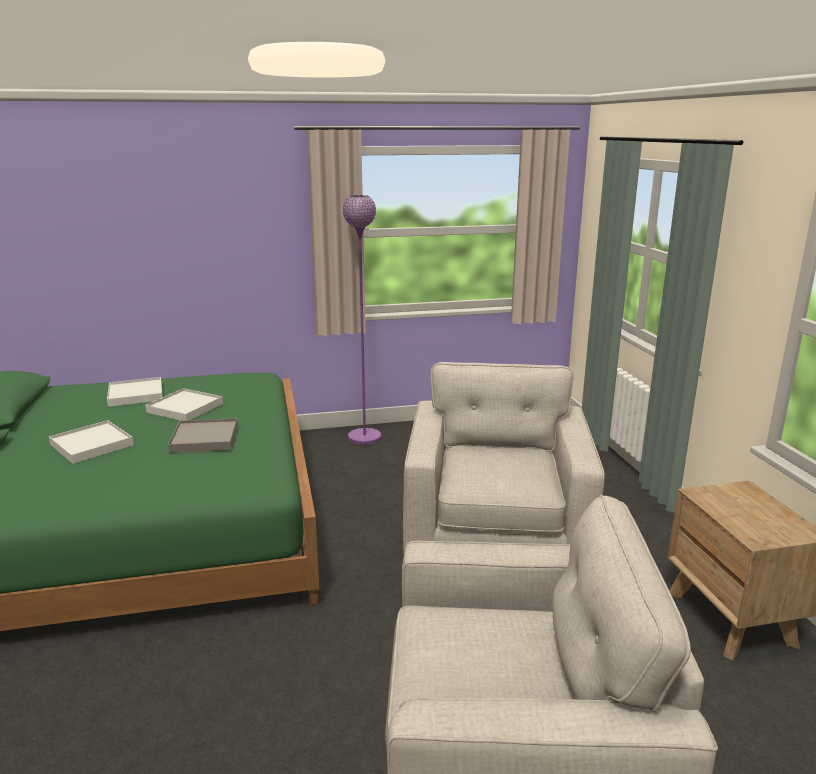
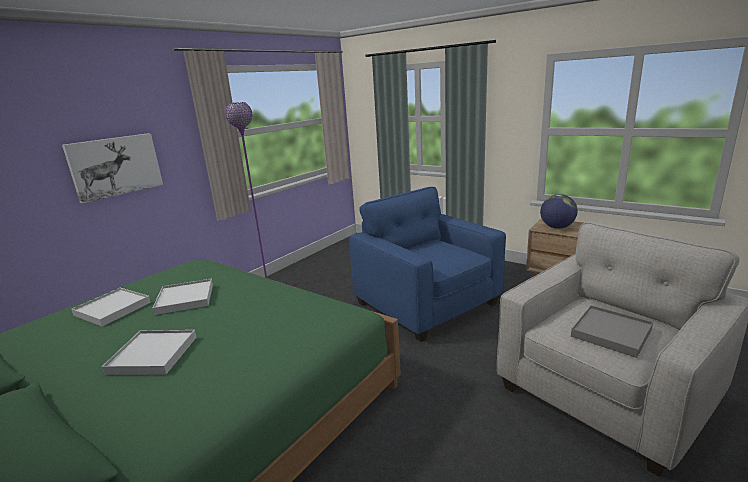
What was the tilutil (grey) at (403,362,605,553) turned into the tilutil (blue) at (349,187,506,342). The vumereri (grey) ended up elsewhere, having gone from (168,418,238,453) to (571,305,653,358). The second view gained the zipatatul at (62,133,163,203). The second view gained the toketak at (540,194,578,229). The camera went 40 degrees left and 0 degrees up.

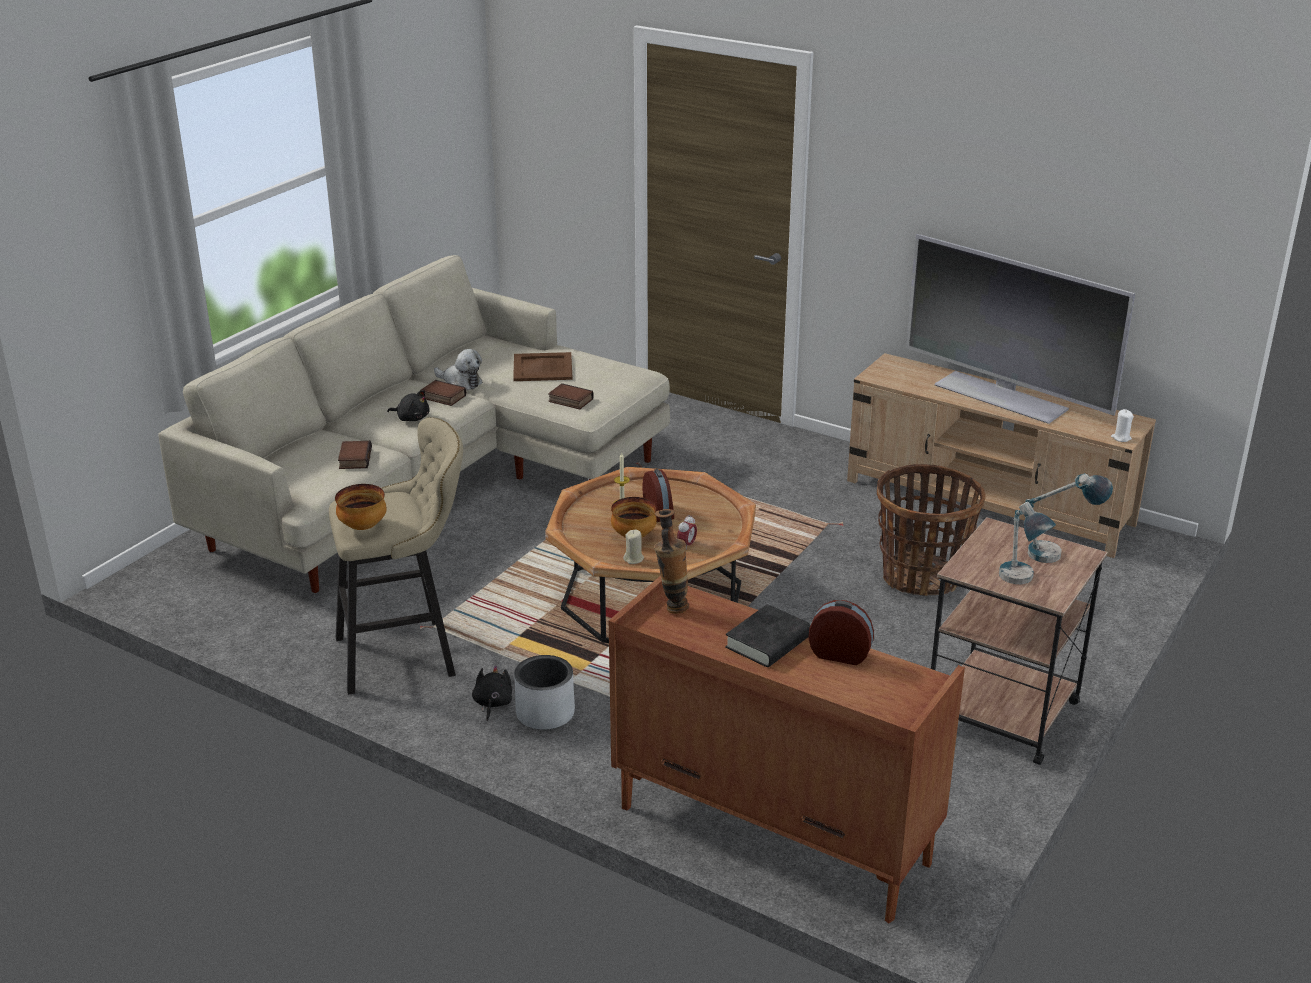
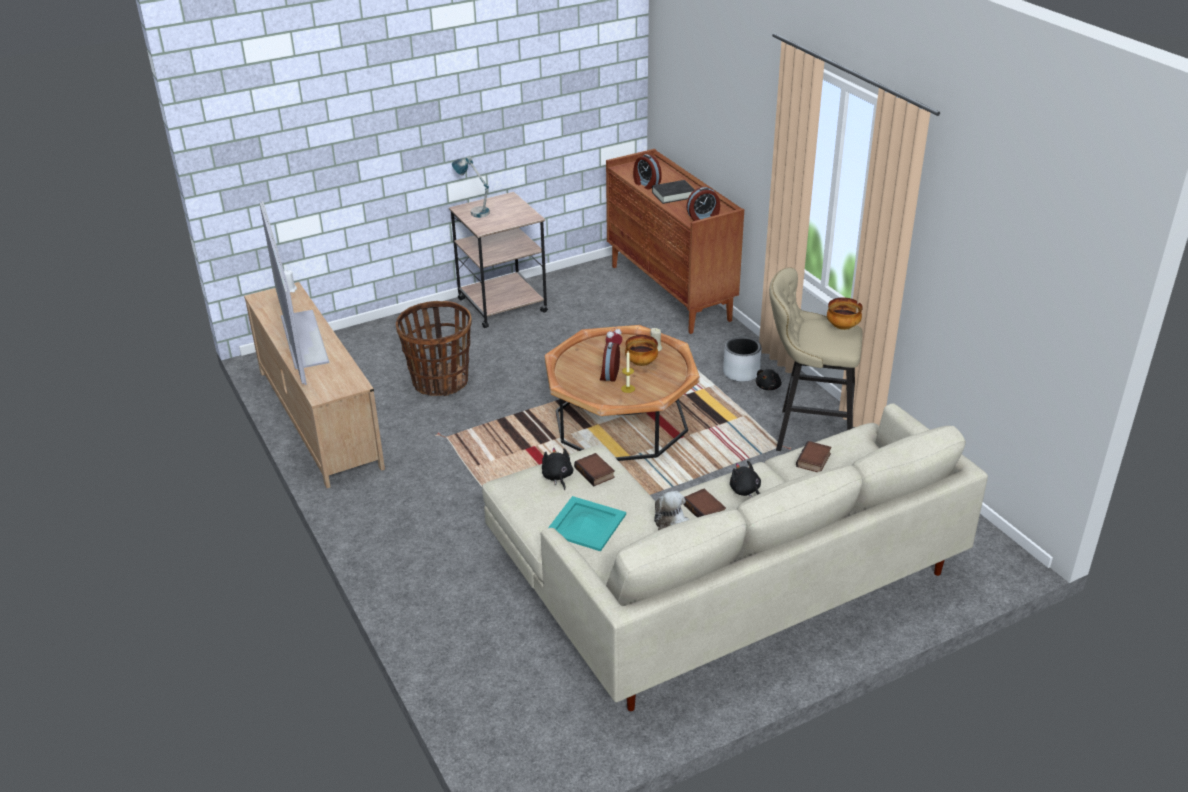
What was the vumereri (brown) at (513,352,573,381) turned into the vumereri (turquoise) at (548,496,626,551). The second view lost the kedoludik at (999,502,1056,584). Where the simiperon stood at (654,509,689,614), the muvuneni came to stand at (687,187,720,221). The second view gained the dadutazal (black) at (542,447,573,490). The camera went 150 degrees left and 5 degrees up.

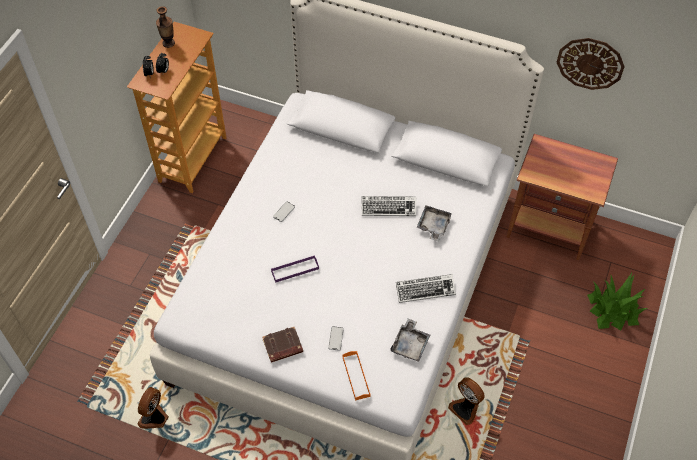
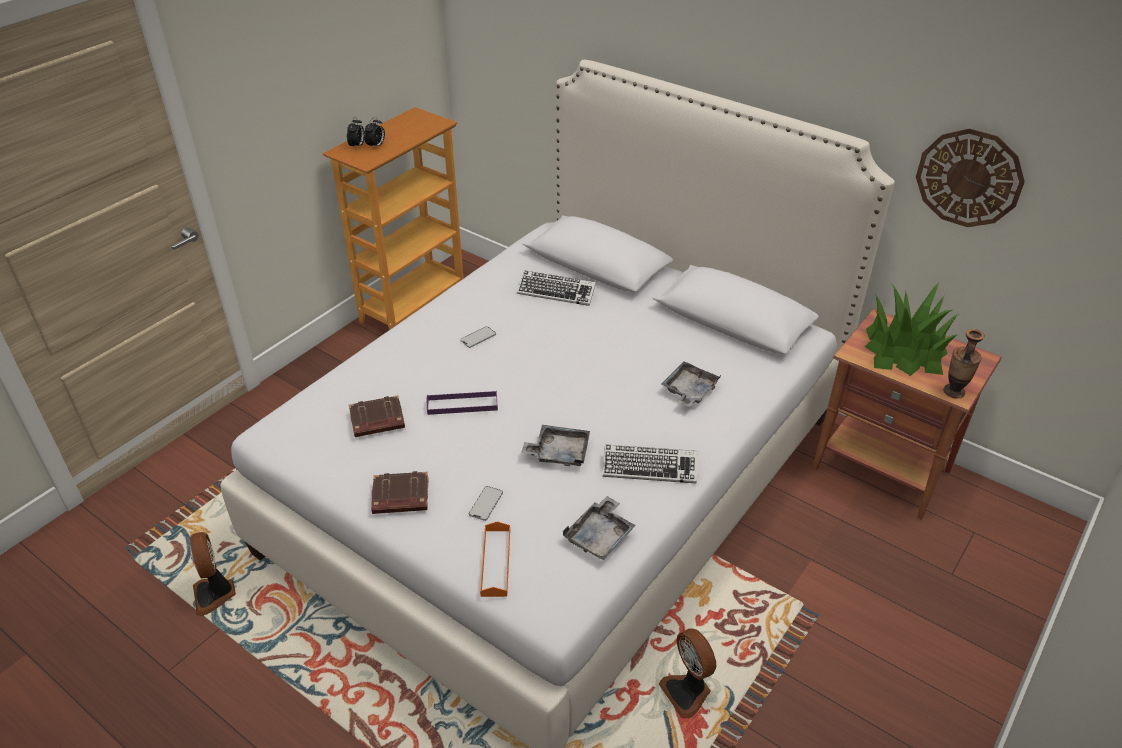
The simiperon ended up elsewhere, having gone from (156,6,175,48) to (943,329,985,399). The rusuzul ended up elsewhere, having gone from (362,196,416,216) to (517,271,596,306). The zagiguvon ended up elsewhere, having gone from (587,273,648,330) to (865,282,958,376). The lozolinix at (137,387,169,429) ended up facing another way, 60 degrees counterclockwise from before. The second view gained the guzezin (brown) at (349,395,405,437). The second view gained the vumereri (grey) at (521,425,590,466). The camera went 15 degrees right and 15 degrees down.

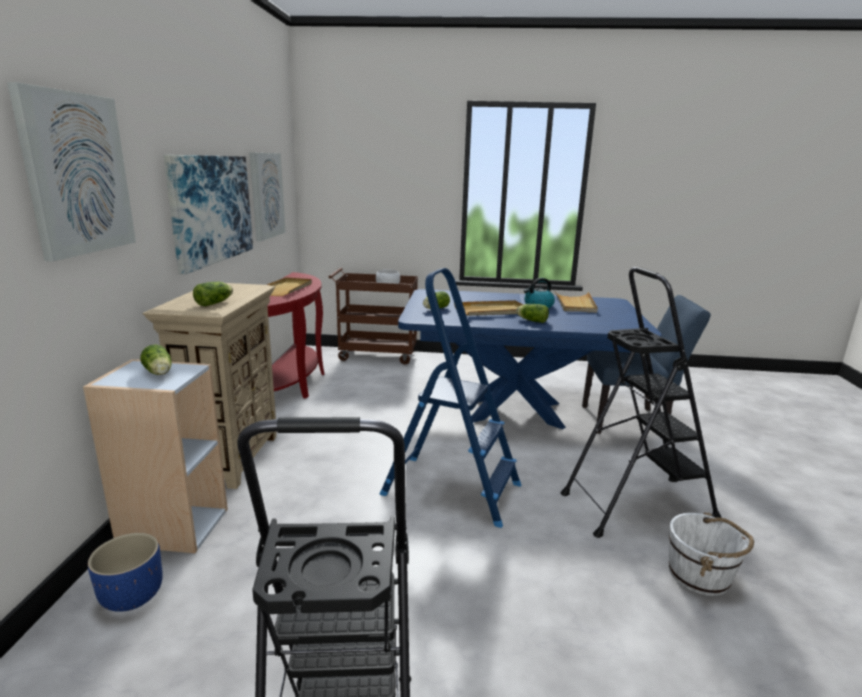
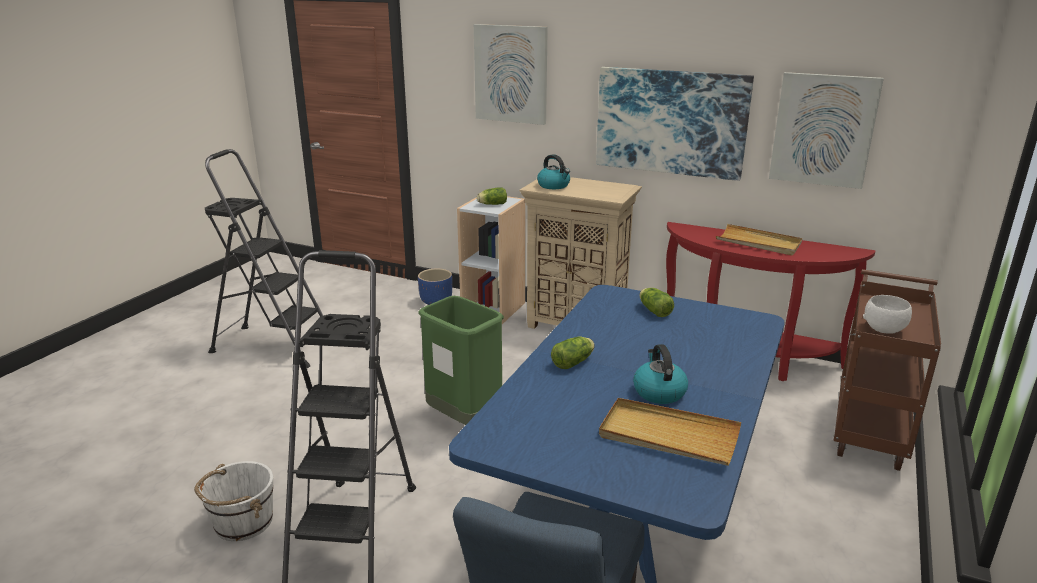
Where the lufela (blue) stood at (380,268,521,528), the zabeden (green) came to stand at (418,296,504,425). Where the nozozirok stood at (193,282,233,306), the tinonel came to stand at (537,154,570,189). The second view lost the vumereri (beige) at (454,300,523,316). The camera went 110 degrees right and 5 degrees up.

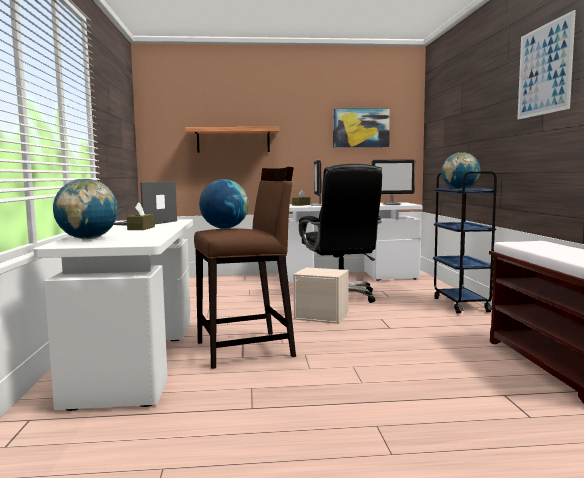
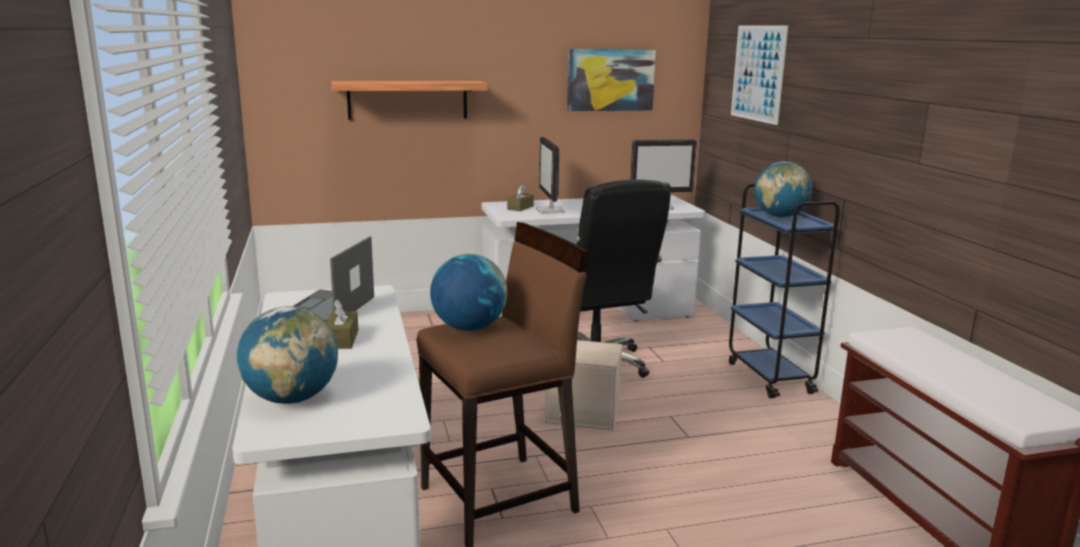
The zipatatul ended up elsewhere, having gone from (517,10,576,120) to (731,25,788,125). The camera went 10 degrees left and 10 degrees up.

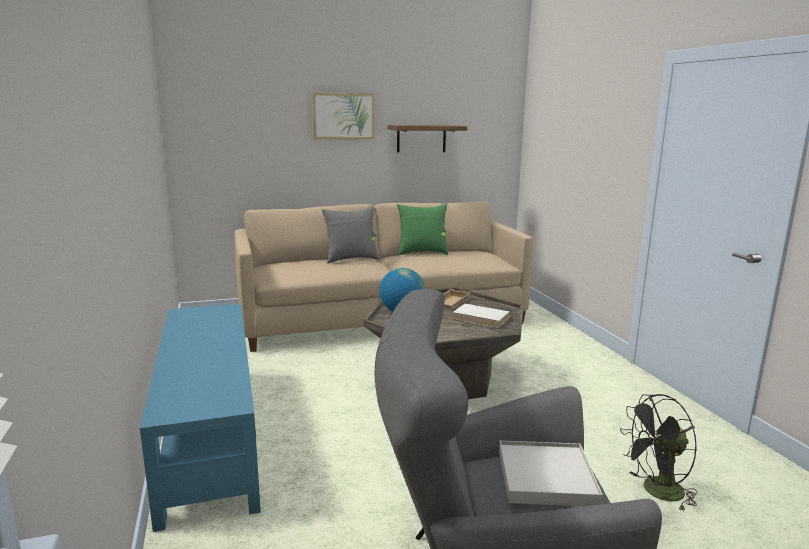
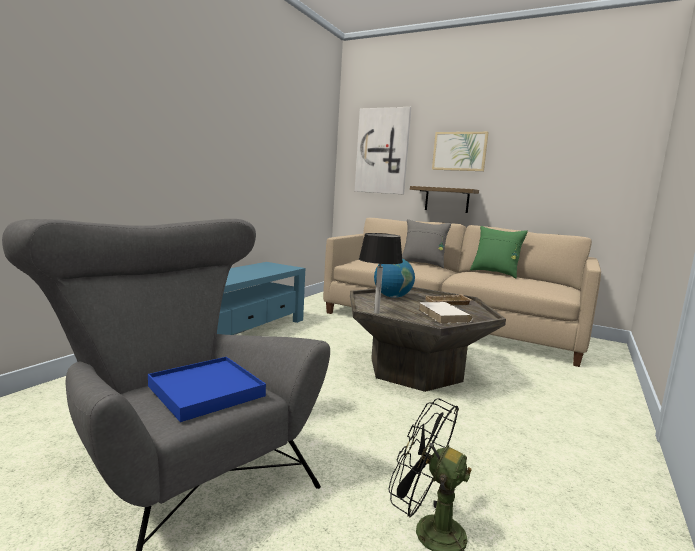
The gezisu ended up elsewhere, having gone from (388,125,467,153) to (410,186,479,213). What was the vumereri (white) at (499,441,603,506) turned into the vumereri (blue) at (148,357,266,422). The second view gained the zipatatul at (355,107,411,194). The second view gained the kedoludik (black) at (359,233,403,314). The camera went 45 degrees right and 5 degrees down.

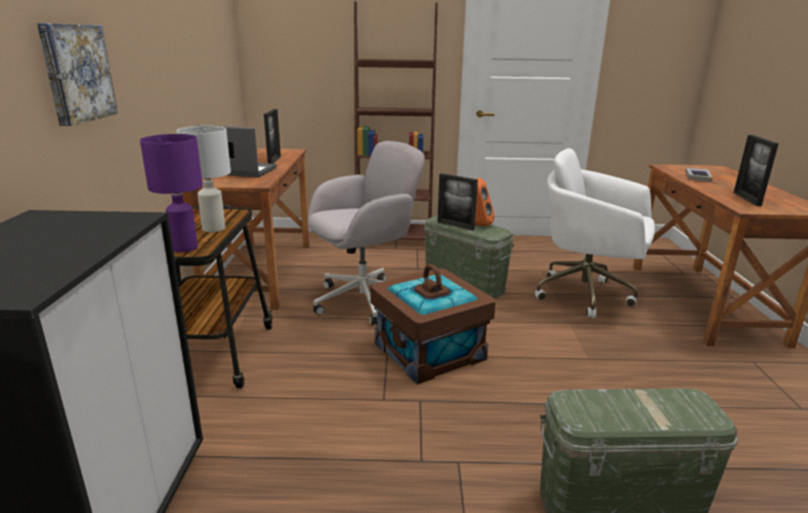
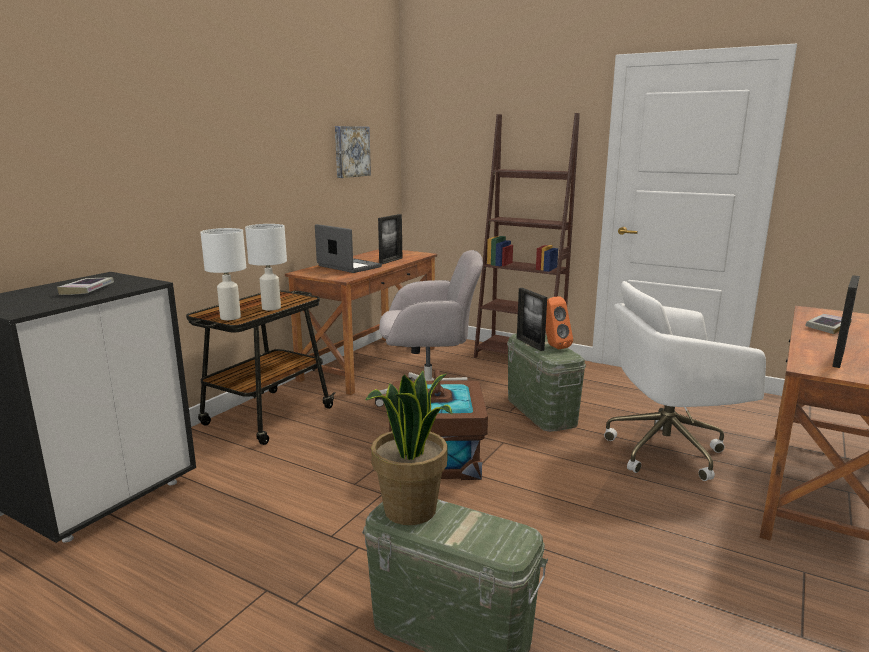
The zipatatul ended up elsewhere, having gone from (37,23,118,126) to (335,126,371,178). What was the kedoludik (purple) at (140,134,203,252) turned into the kedoludik (white) at (200,228,246,320). The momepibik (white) at (535,148,655,318) ended up facing another way, 60 degrees counterclockwise from before. The second view gained the guzezin at (57,277,114,295). The second view gained the zagiguvon at (365,371,453,525). The camera went 30 degrees right and 5 degrees down.

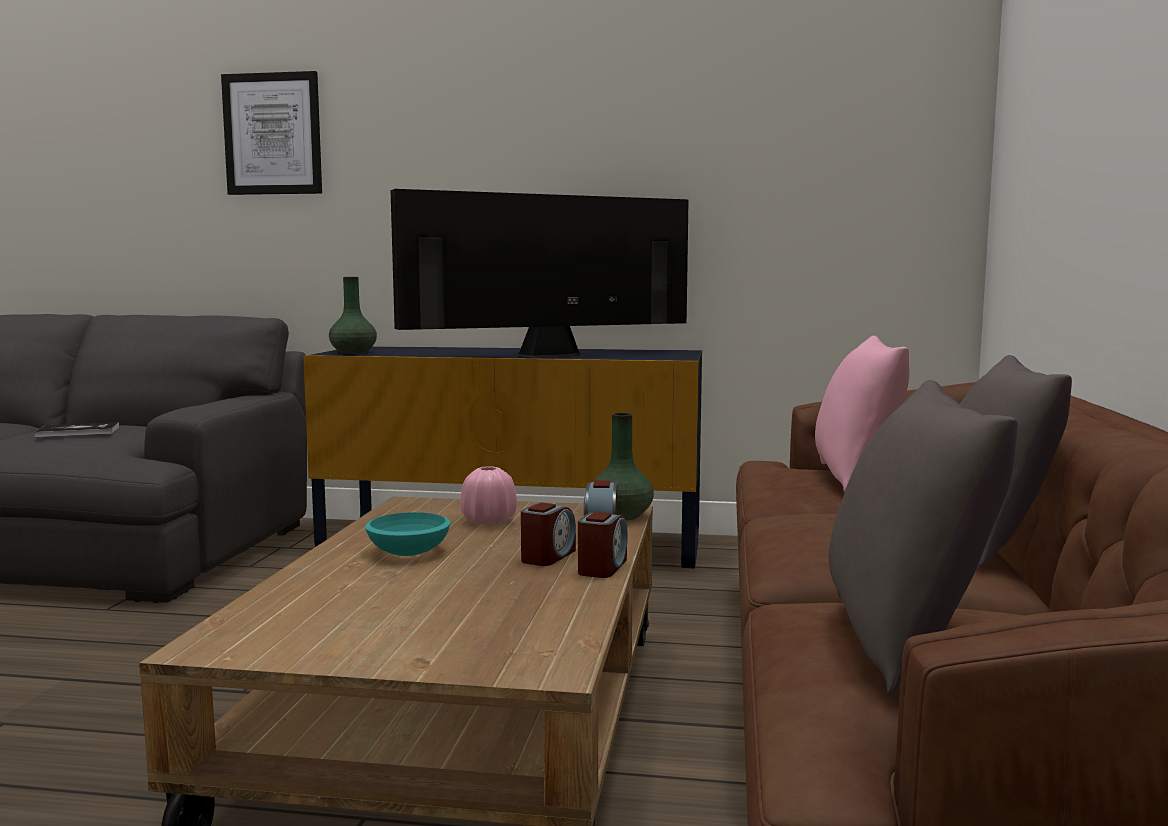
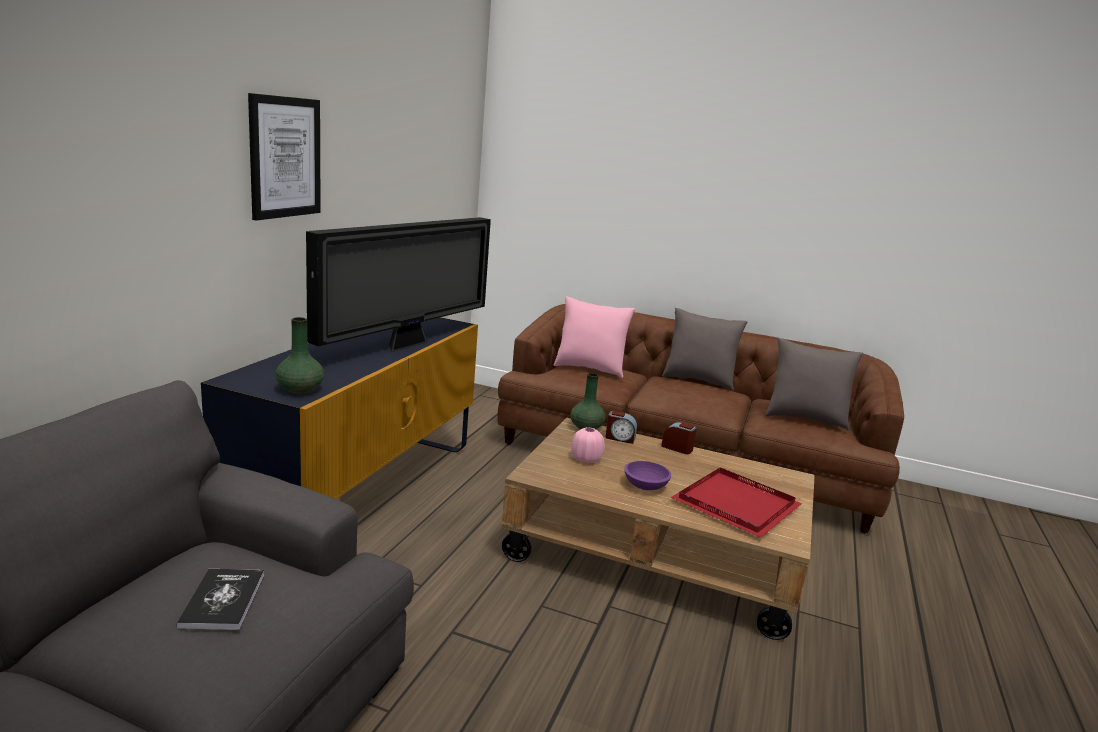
The zipatatul ended up elsewhere, having gone from (221,71,322,195) to (248,93,321,221). The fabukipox at (390,189,689,358) ended up facing another way, 135 degrees counterclockwise from before. The second view lost the muvuneni at (521,503,576,566). What was the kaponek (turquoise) at (365,512,451,556) turned into the kaponek (purple) at (624,461,671,490). The second view gained the vumereri (red) at (670,468,802,538). The camera went 80 degrees left and 10 degrees up.

